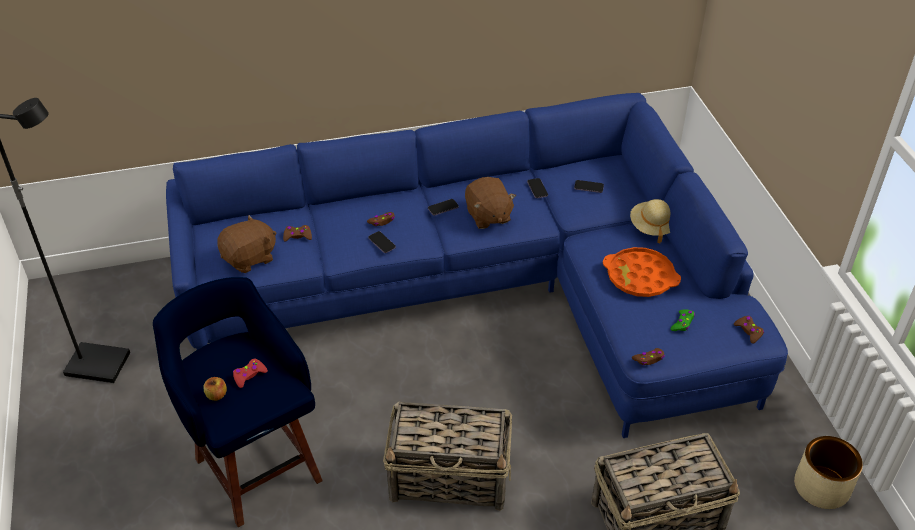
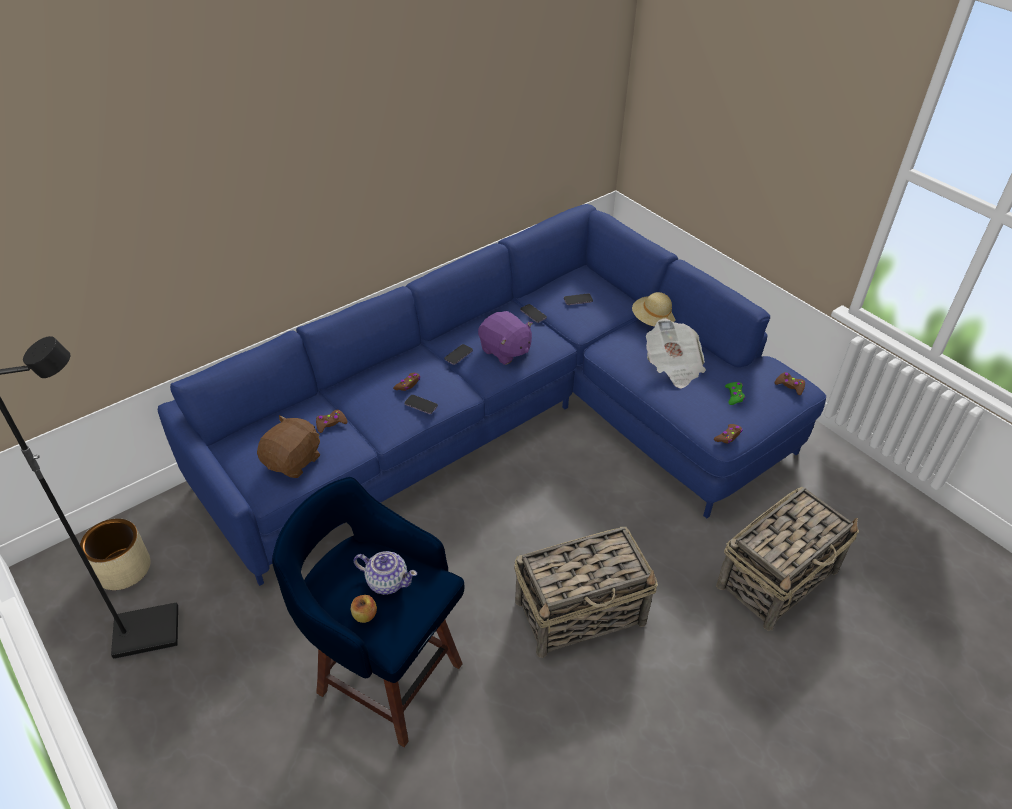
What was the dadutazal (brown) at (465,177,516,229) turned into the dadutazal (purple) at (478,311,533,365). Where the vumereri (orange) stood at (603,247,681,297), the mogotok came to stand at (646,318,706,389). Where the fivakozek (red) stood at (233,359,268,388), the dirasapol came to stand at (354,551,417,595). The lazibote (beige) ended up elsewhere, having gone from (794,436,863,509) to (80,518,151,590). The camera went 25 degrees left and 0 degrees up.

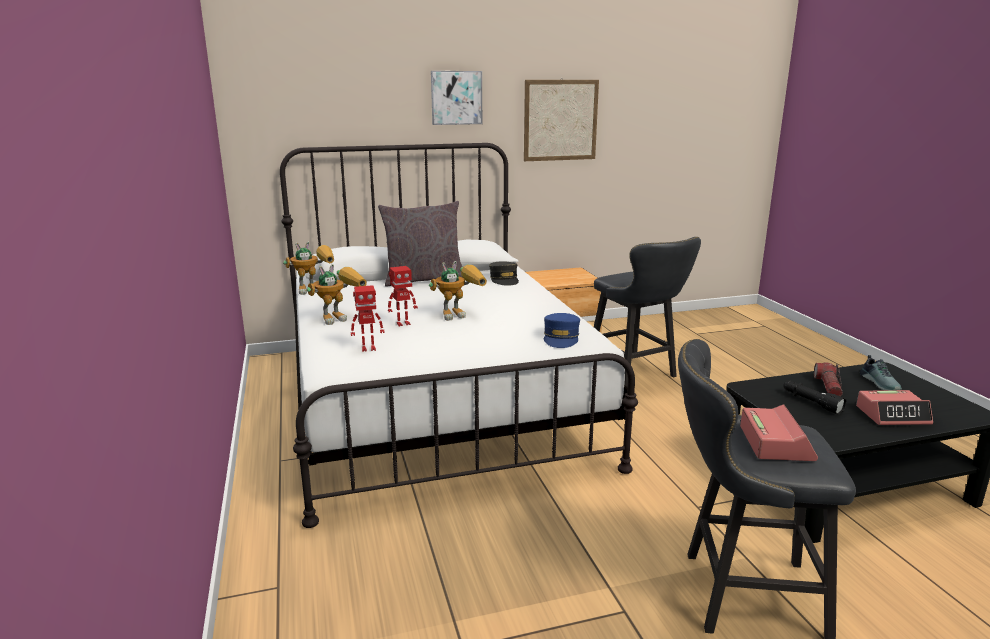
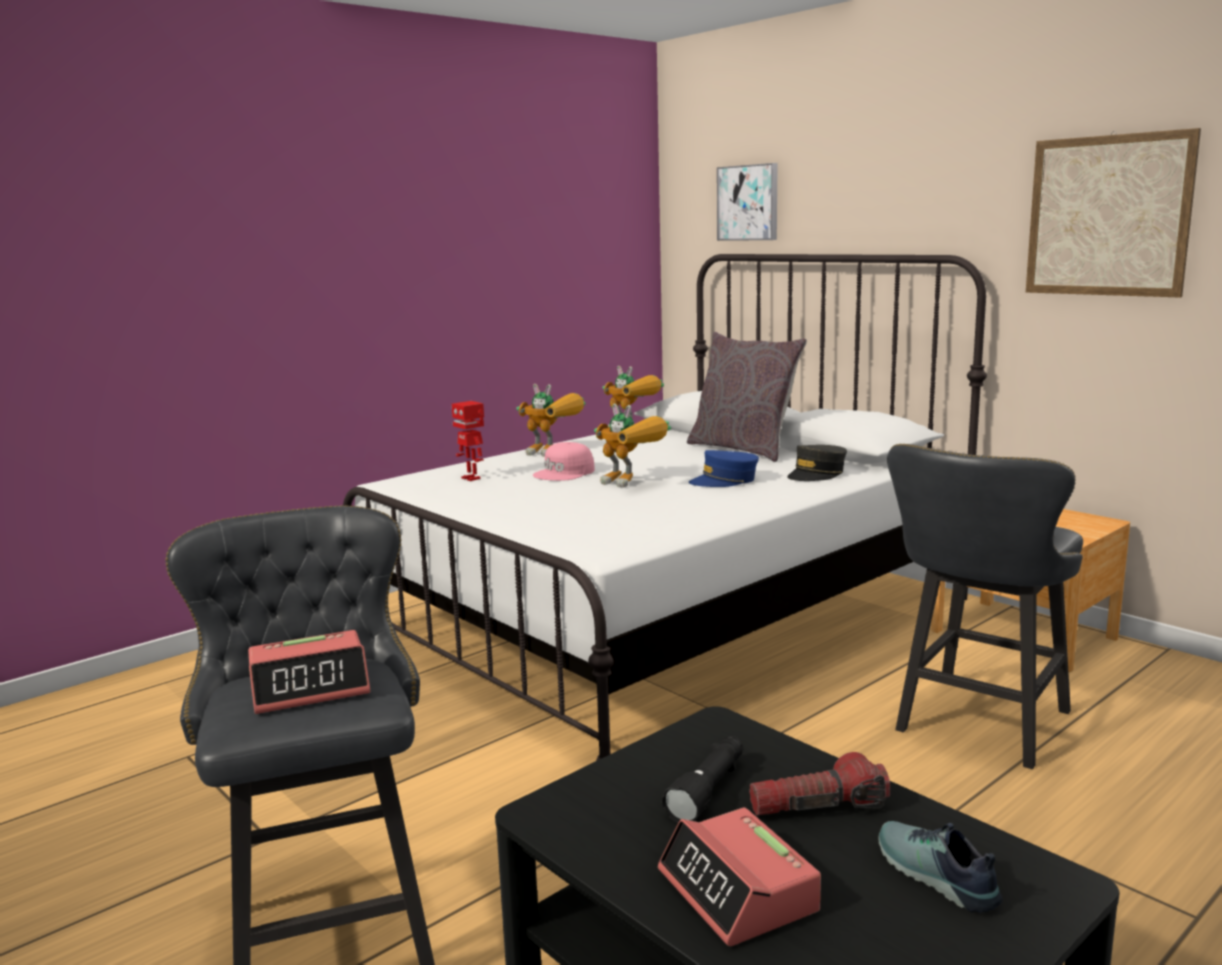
The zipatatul ended up elsewhere, having gone from (431,71,482,125) to (717,163,778,241). Where the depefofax stood at (388,266,418,327), the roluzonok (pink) came to stand at (533,442,595,481). The roluzonok (blue) ended up elsewhere, having gone from (544,313,580,348) to (689,450,759,487). The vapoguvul at (860,355,902,391) ended up facing another way, 90 degrees clockwise from before. The camera went 65 degrees right and 5 degrees down.

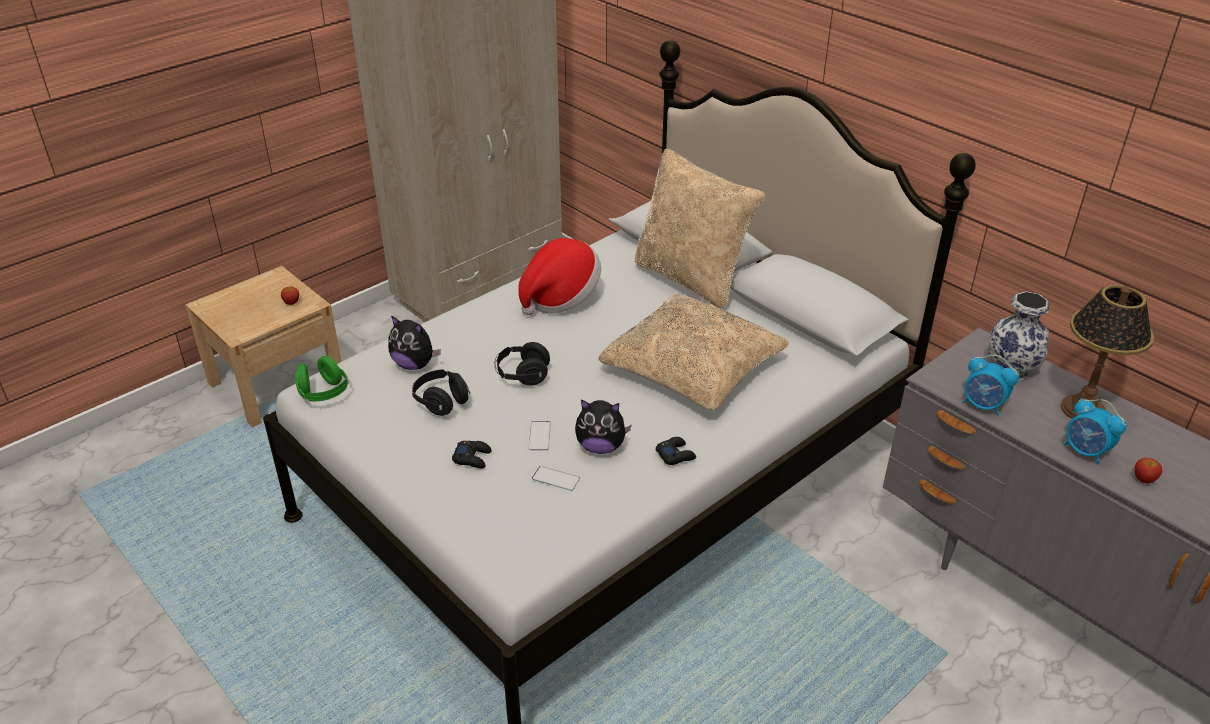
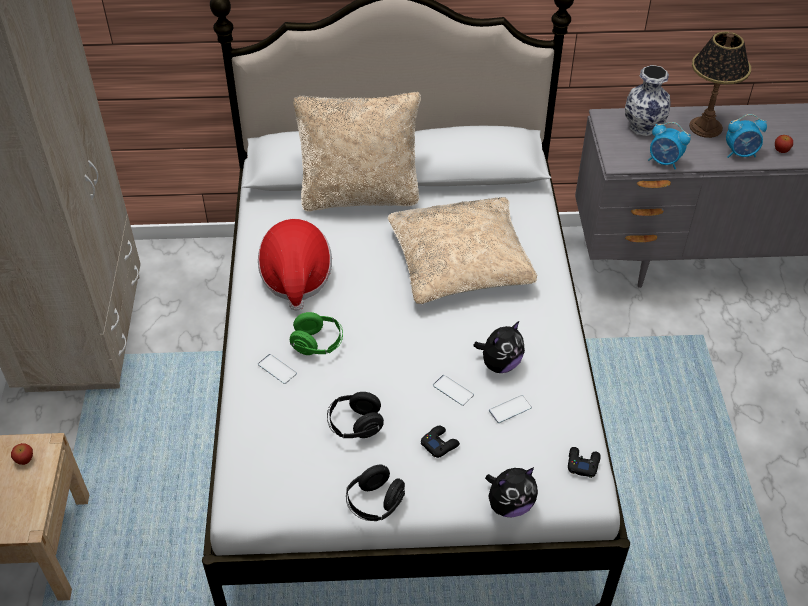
The dadutazal ended up elsewhere, having gone from (388,315,441,370) to (485,467,538,517). The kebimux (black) ended up elsewhere, having gone from (495,342,550,386) to (346,465,405,521). The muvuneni at (962,355,1019,416) ended up facing another way, 45 degrees clockwise from before. The kebimux (green) ended up elsewhere, having gone from (295,356,349,401) to (290,312,343,355). The fivakozek (black) ended up elsewhere, having gone from (656,437,696,465) to (568,447,601,478). The second view gained the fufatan at (258,354,297,384). The camera went 50 degrees left and 10 degrees up.

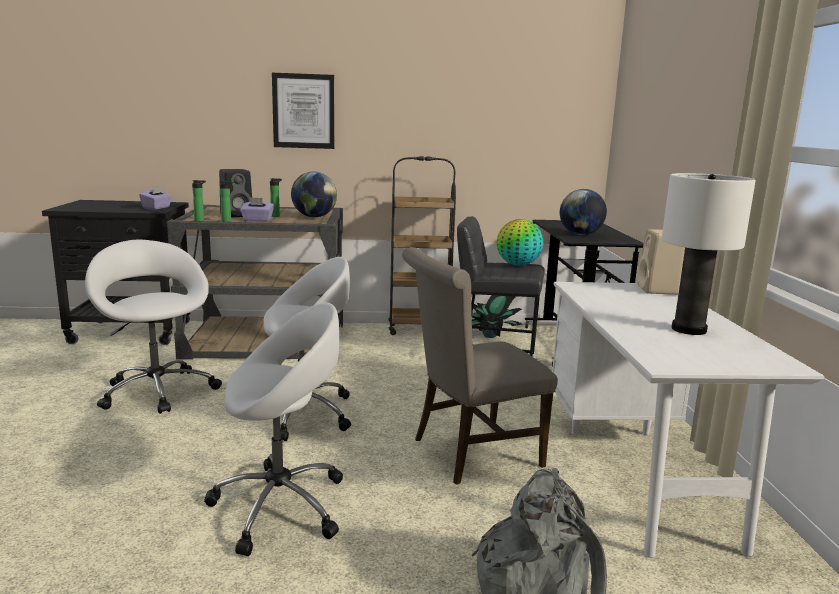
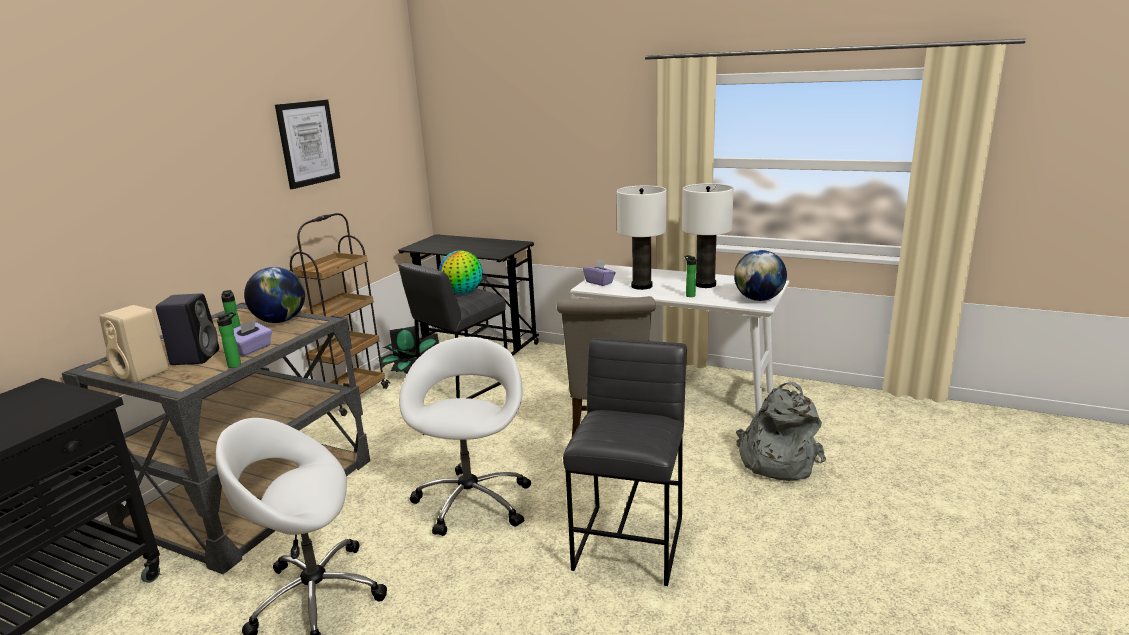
The zipatatul ended up elsewhere, having gone from (272,73,334,149) to (275,100,340,189). The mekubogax ended up elsewhere, having gone from (192,180,206,221) to (684,255,696,297). The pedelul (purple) ended up elsewhere, having gone from (139,186,172,210) to (583,260,615,286). The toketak ended up elsewhere, having gone from (560,189,607,235) to (734,250,787,301). The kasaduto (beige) ended up elsewhere, having gone from (638,229,685,295) to (100,305,169,383). Where the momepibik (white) stood at (204,303,343,556), the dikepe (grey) came to stand at (563,338,687,586). The second view gained the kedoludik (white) at (617,186,666,290). The camera went 60 degrees left and 5 degrees up.

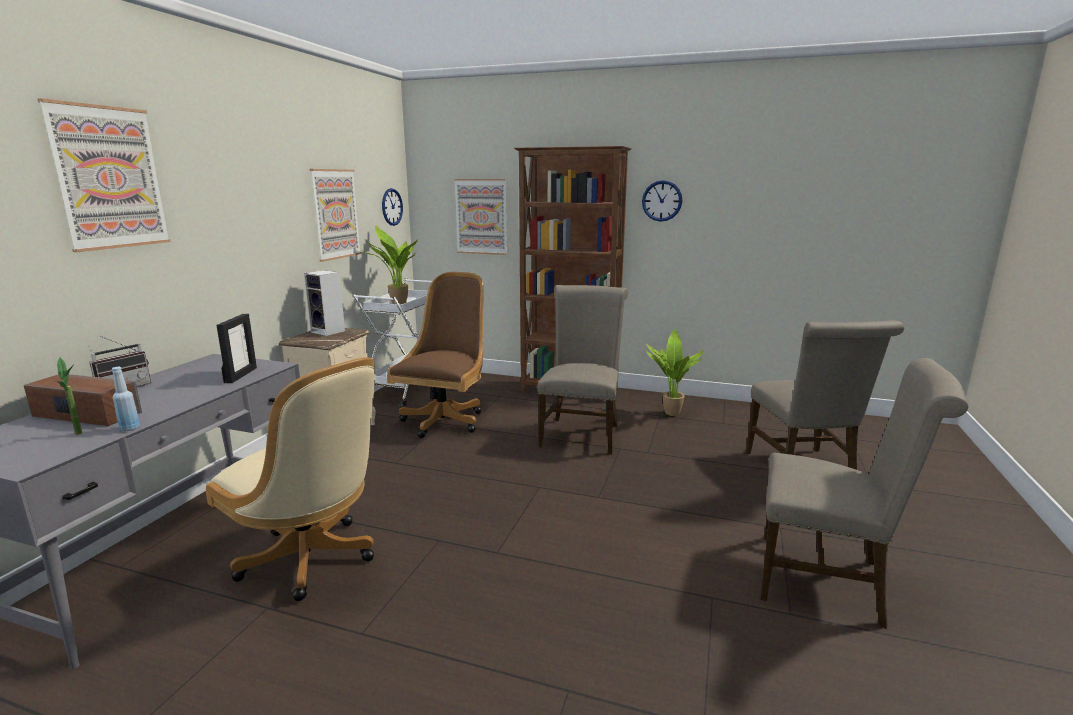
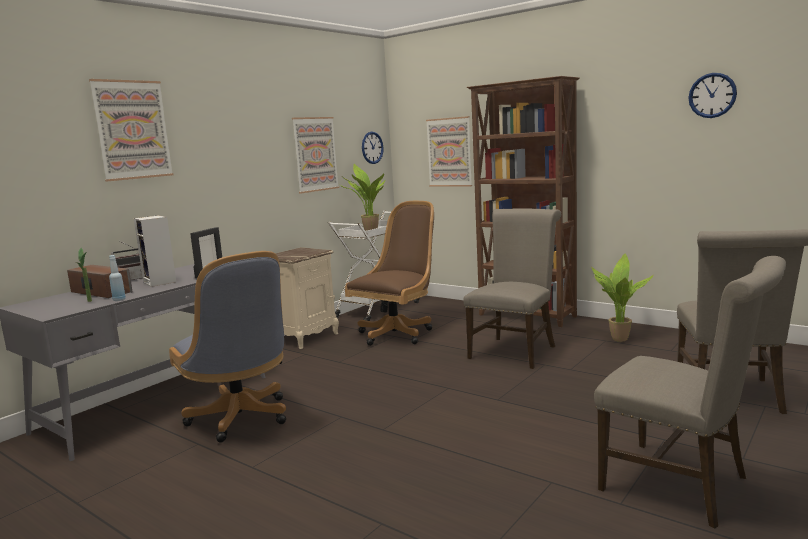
The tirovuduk ended up elsewhere, having gone from (642,180,682,222) to (688,73,737,118). The kasaduto ended up elsewhere, having gone from (304,270,345,336) to (134,215,176,287). What was the momepibik (beige) at (206,358,375,601) turned into the momepibik (blue) at (169,251,286,443). The camera went 20 degrees right and 5 degrees down.

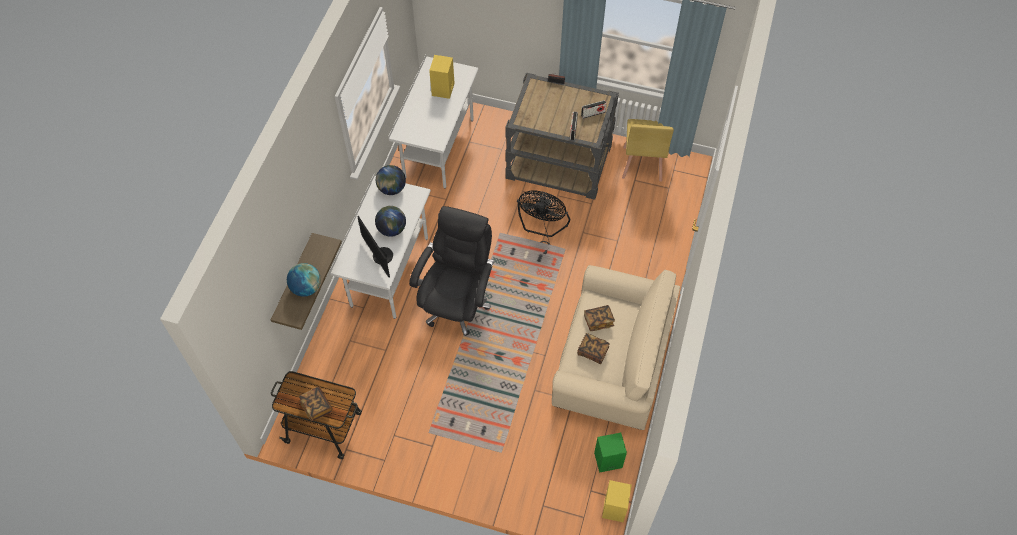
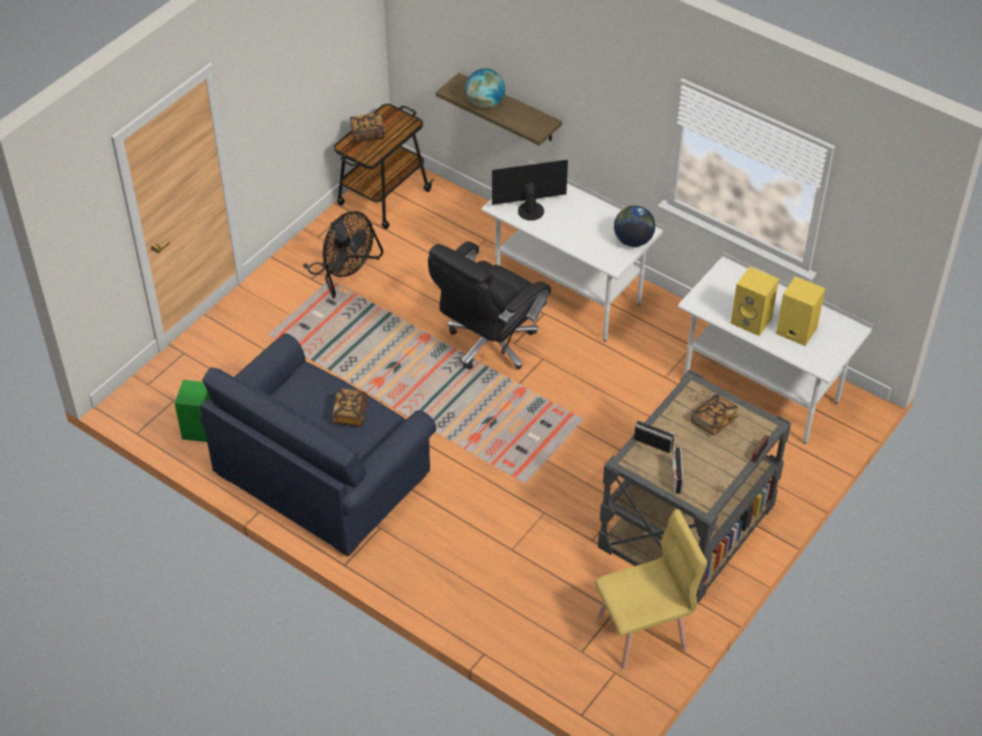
The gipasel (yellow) at (622,119,674,182) ended up facing another way, 135 degrees clockwise from before. The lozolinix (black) ended up elsewhere, having gone from (517,190,570,255) to (303,211,383,299). The second view lost the toketak at (375,206,406,237). The momepibik (black) at (409,206,494,336) ended up facing another way, 90 degrees clockwise from before. What was the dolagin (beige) at (552,265,680,430) turned into the dolagin (blue) at (200,334,436,557). The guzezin ended up elsewhere, having gone from (577,333,610,364) to (691,394,739,435). The kasaduto (yellow) ended up elsewhere, having gone from (602,480,632,522) to (730,267,779,336). The camera went 110 degrees right and 10 degrees down.

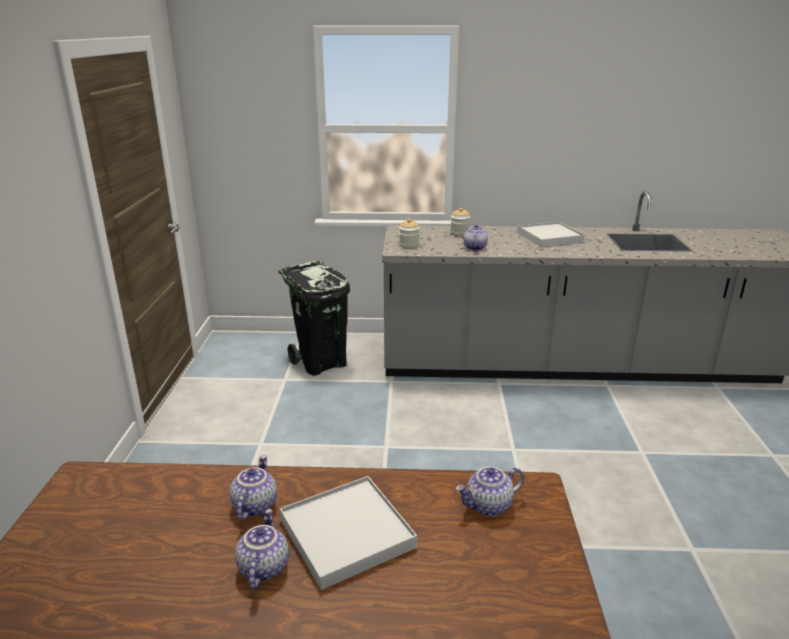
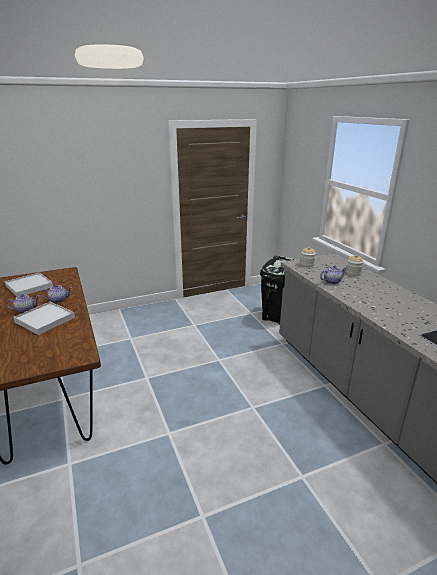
The vumereri (white) ended up elsewhere, having gone from (517,221,586,247) to (5,272,53,297). The second view lost the dirasapol at (456,467,524,516). The camera went 65 degrees right and 0 degrees up.

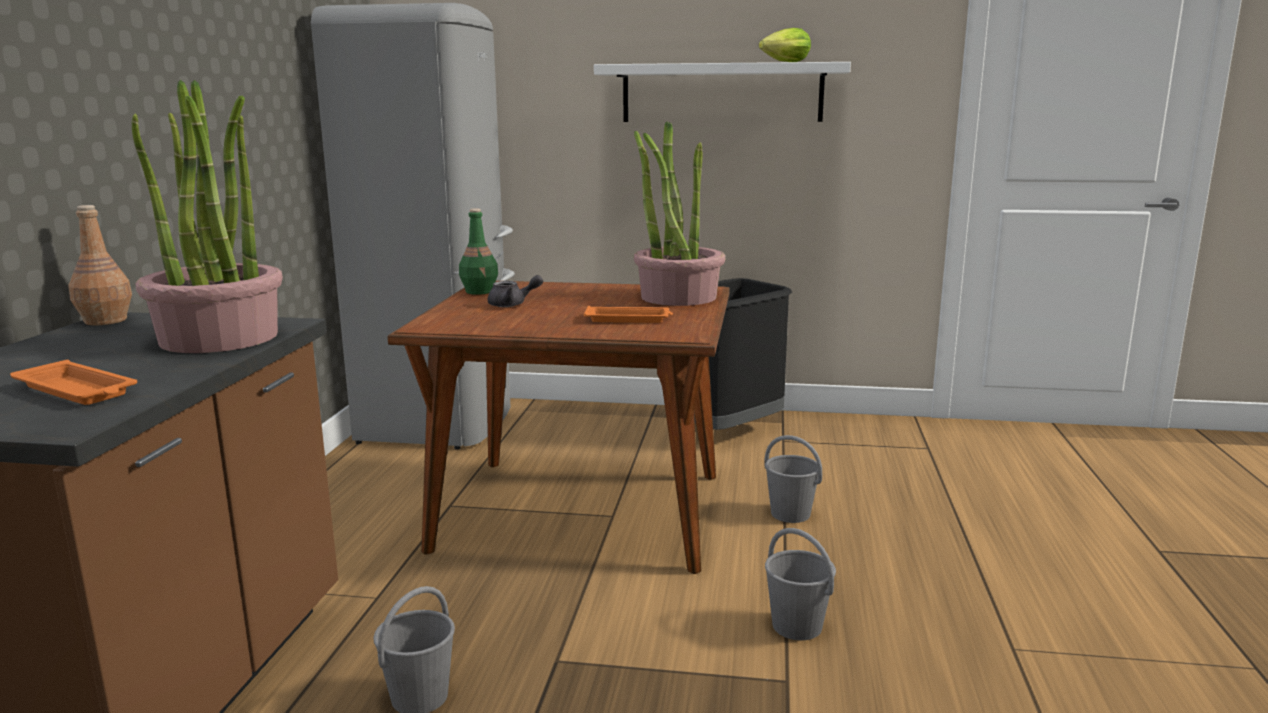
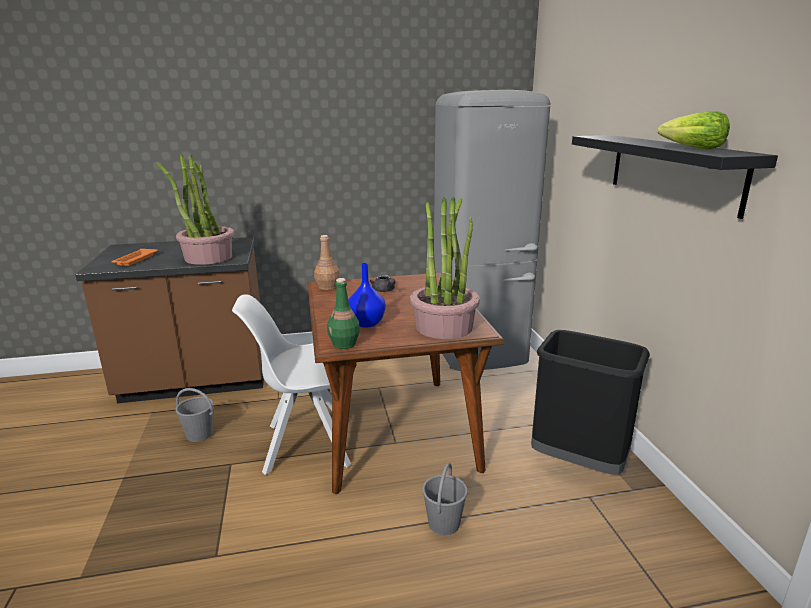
What was the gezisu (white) at (594,62,851,122) turned into the gezisu (black) at (572,135,778,219). The mekubogax (brown) ended up elsewhere, having gone from (68,205,132,325) to (314,235,339,290). The mekubogax (green) ended up elsewhere, having gone from (459,208,498,295) to (327,278,360,349). Where the vumereri (orange) stood at (584,306,673,323), the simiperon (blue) came to stand at (348,263,386,327). The second view lost the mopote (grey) at (765,528,836,640). The second view gained the gipasel (white) at (232,294,351,475). The camera went 70 degrees right and 5 degrees up.

